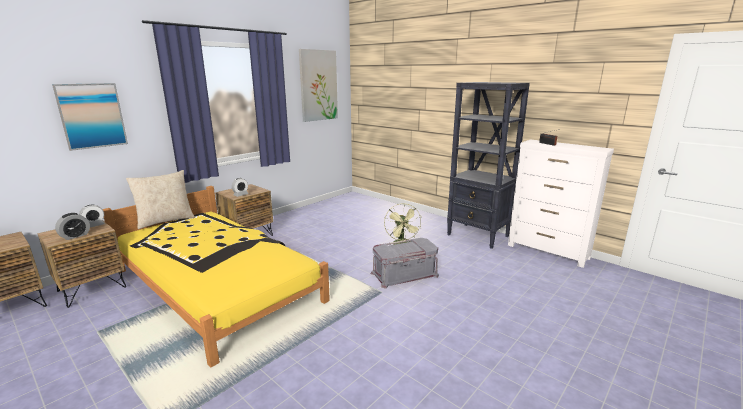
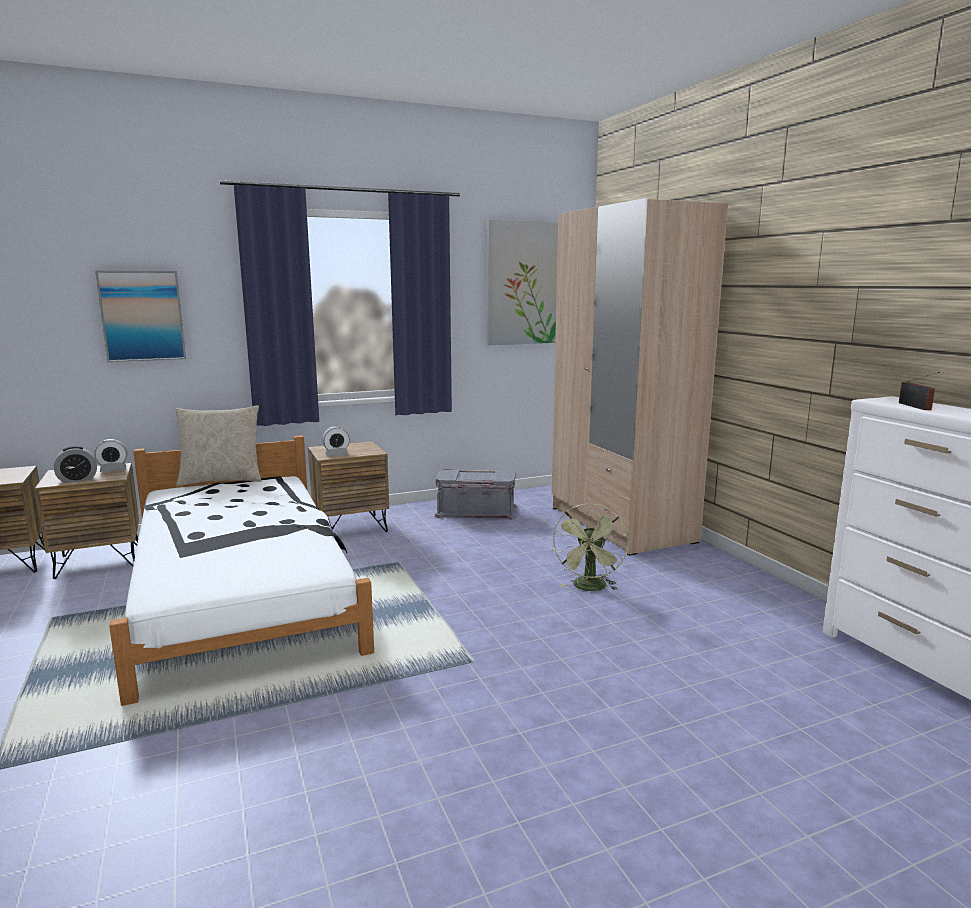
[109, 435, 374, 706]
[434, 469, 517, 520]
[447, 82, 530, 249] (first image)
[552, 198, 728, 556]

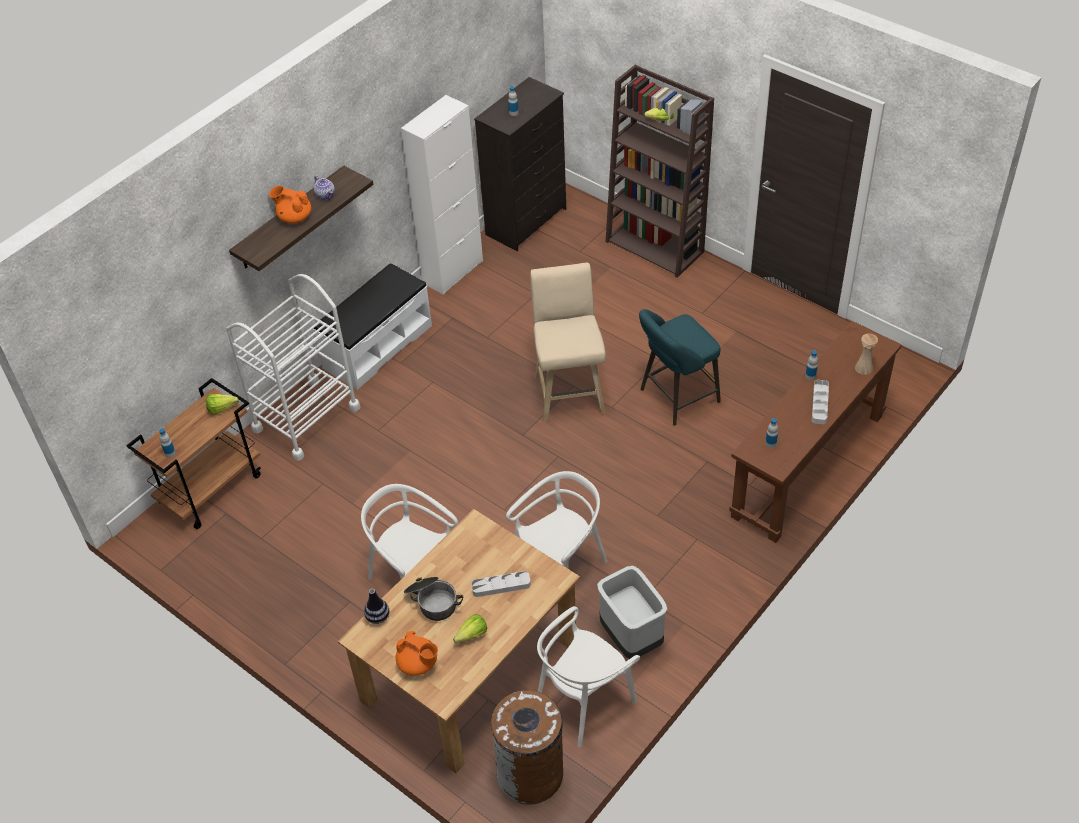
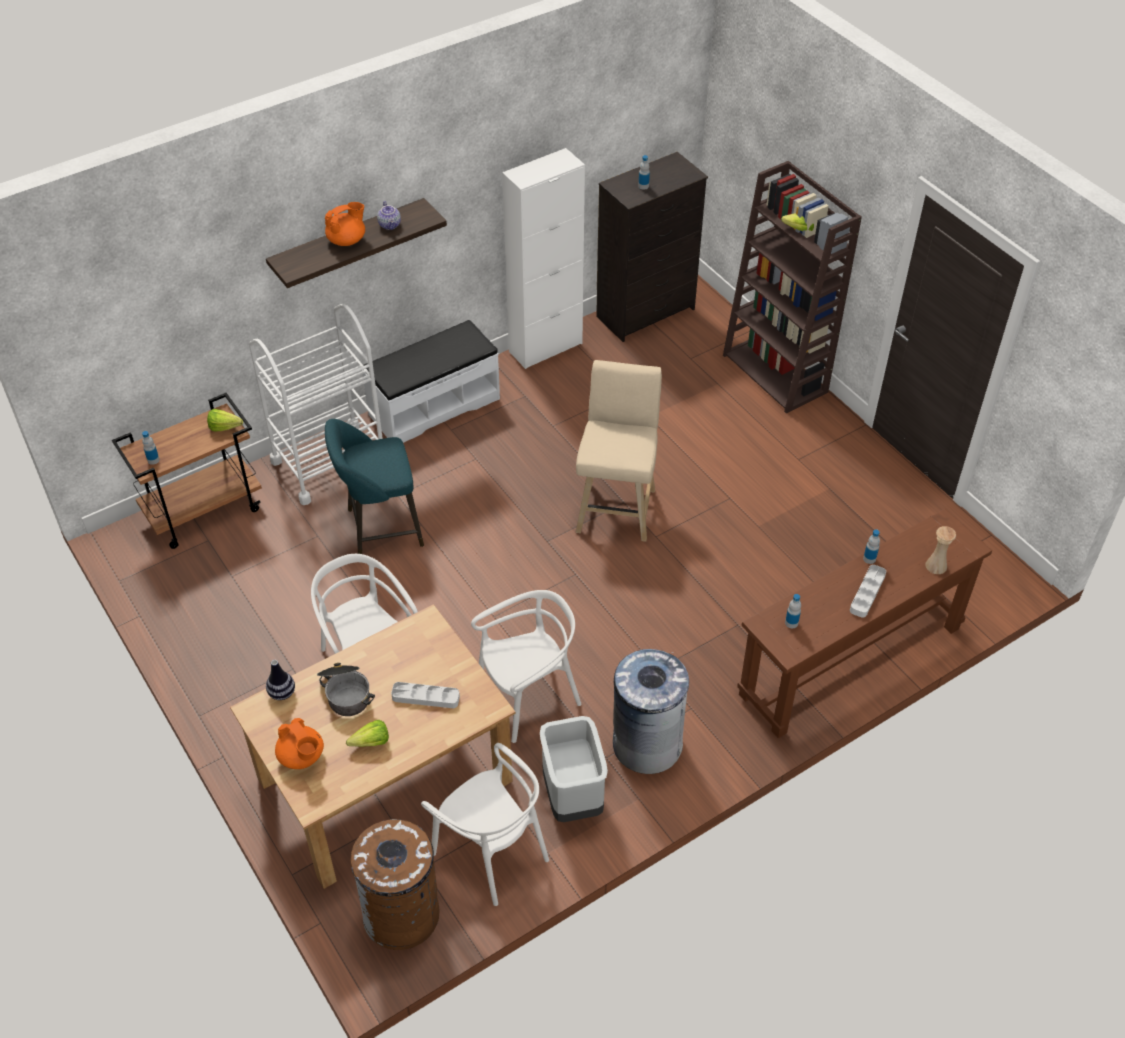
[325, 202, 365, 246]
[421, 743, 549, 906]
[325, 419, 424, 554]
[613, 649, 689, 774]

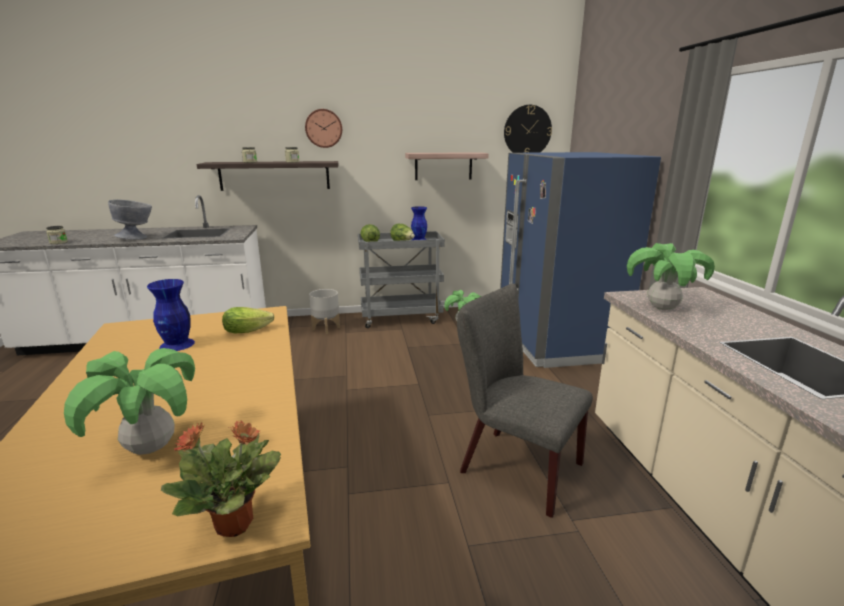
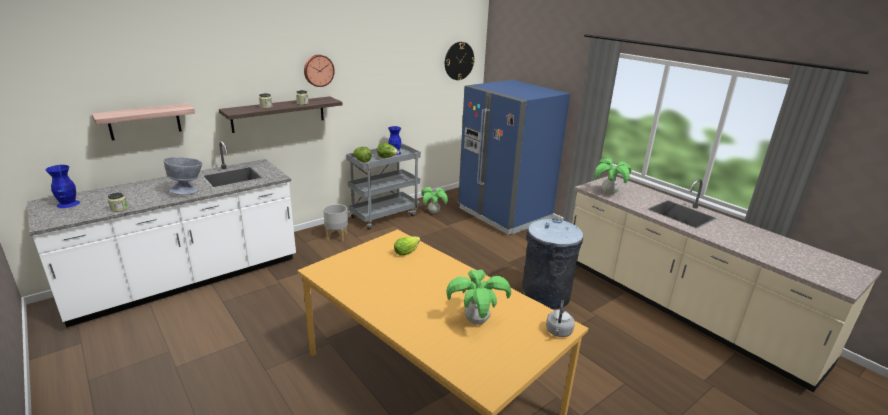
[45, 165, 80, 208]
[546, 300, 575, 337]
[92, 103, 195, 141]
[522, 218, 584, 309]

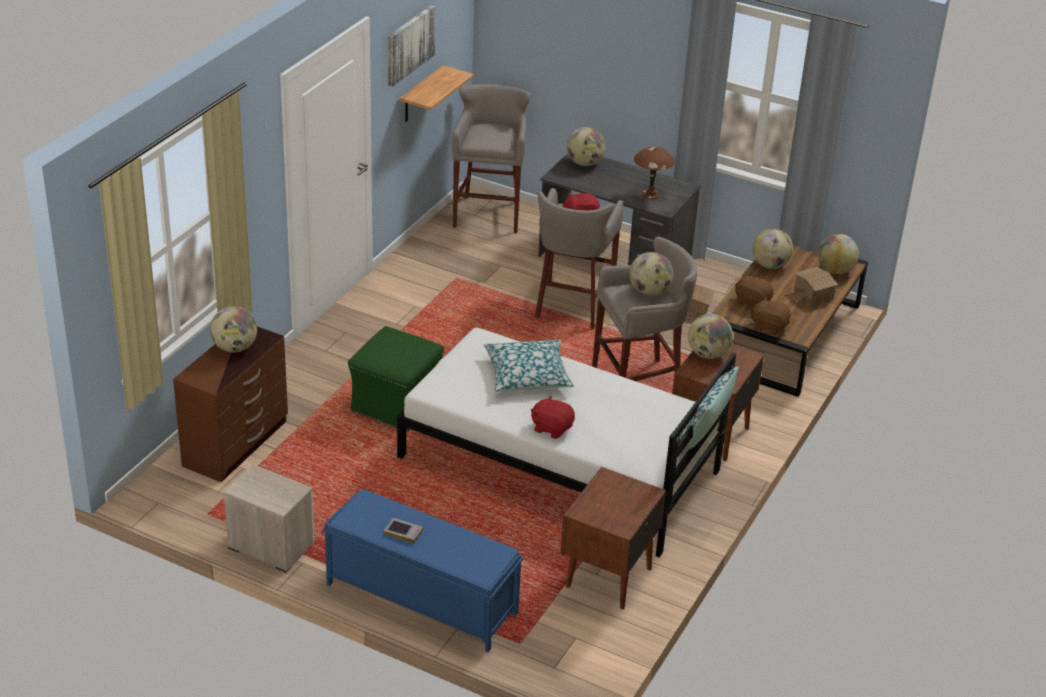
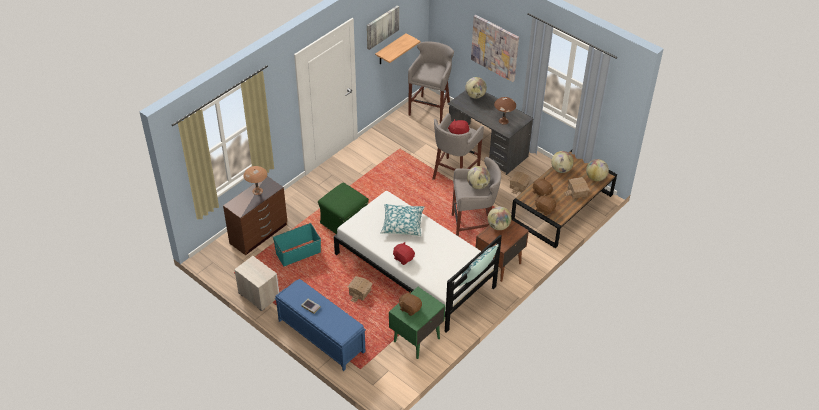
[243, 166, 267, 195]
[389, 287, 445, 359]
[273, 223, 321, 266]
[347, 276, 373, 303]
[399, 291, 422, 316]
[471, 15, 519, 82]

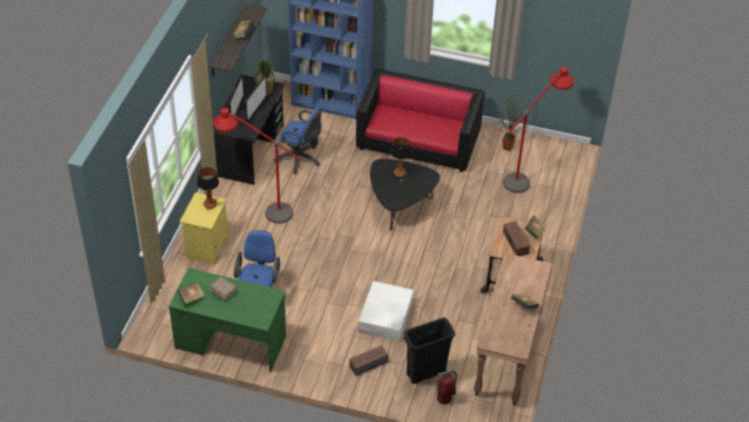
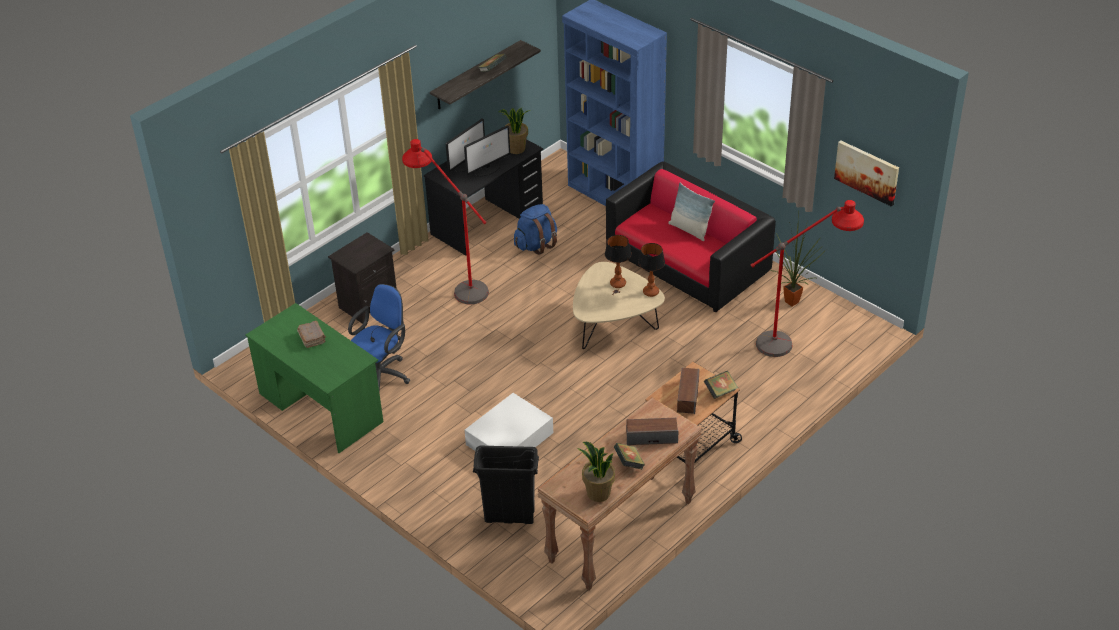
[177, 282, 205, 305] (first image)
[328, 232, 397, 324]
[638, 243, 665, 297]
[514, 204, 557, 255]
[626, 418, 678, 445]
[573, 262, 665, 349]
[437, 371, 457, 405] (first image)
[578, 442, 615, 502]
[668, 183, 715, 241]
[834, 140, 899, 207]

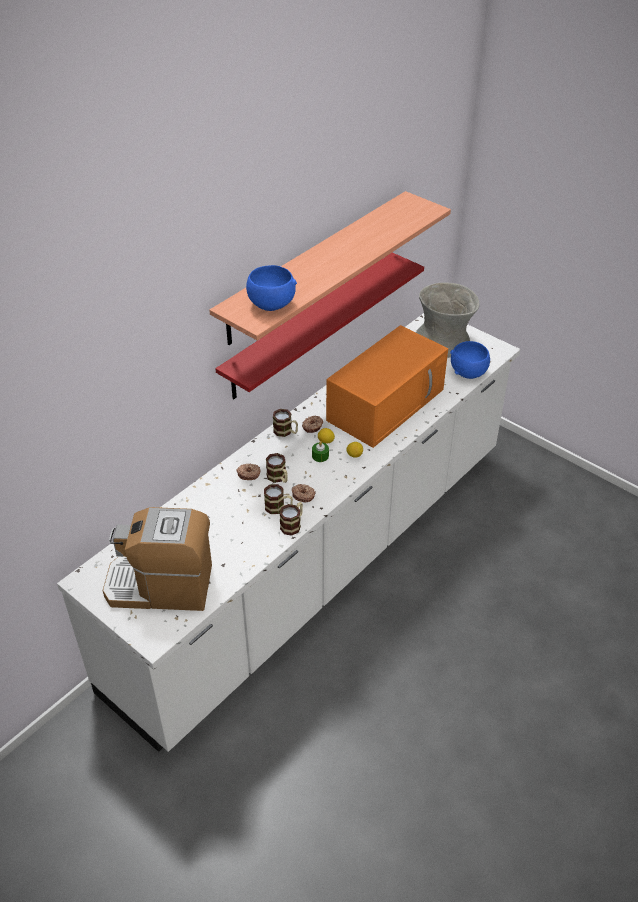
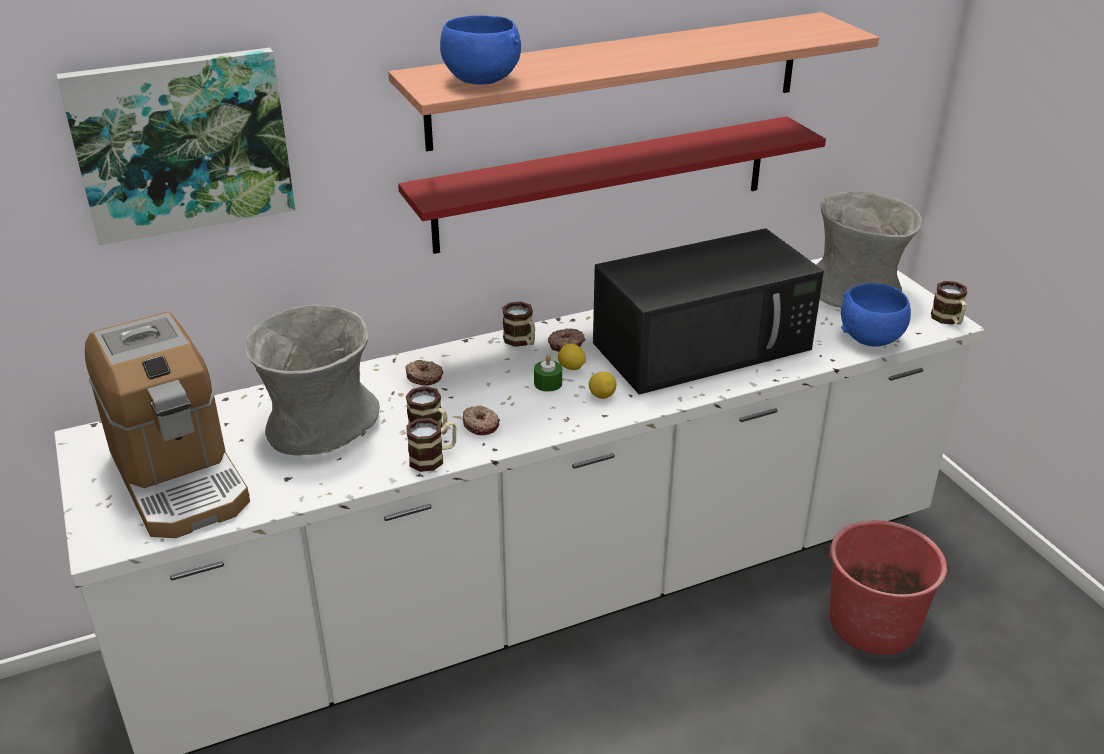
[85, 312, 250, 538]
[931, 281, 967, 325]
[593, 228, 824, 395]
[56, 48, 295, 245]
[244, 305, 380, 456]
[826, 520, 949, 655]

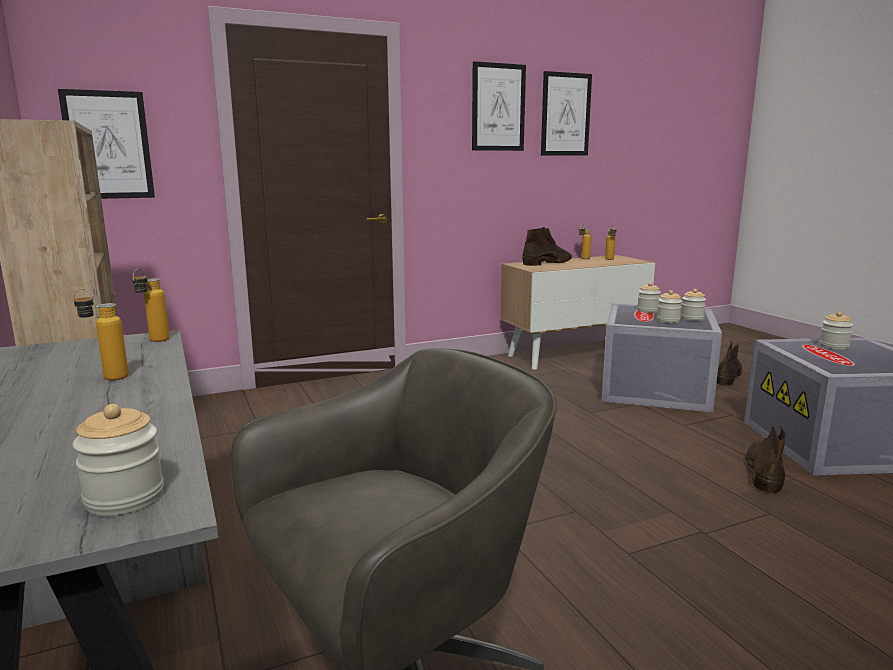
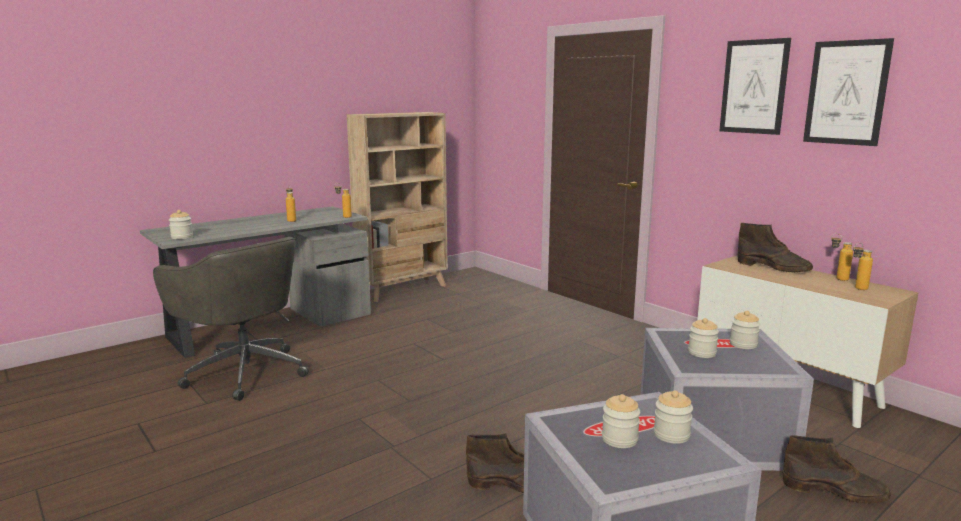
[58, 89, 155, 199] (first image)
[602, 394, 640, 448]

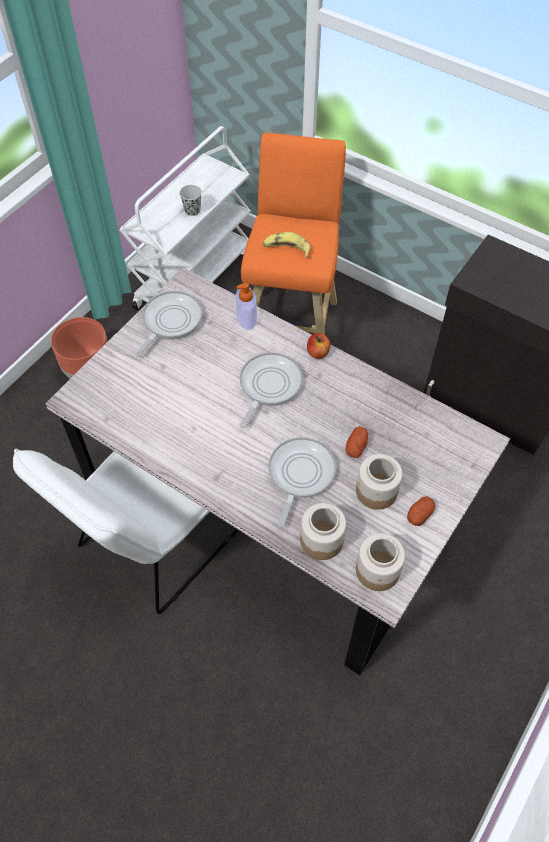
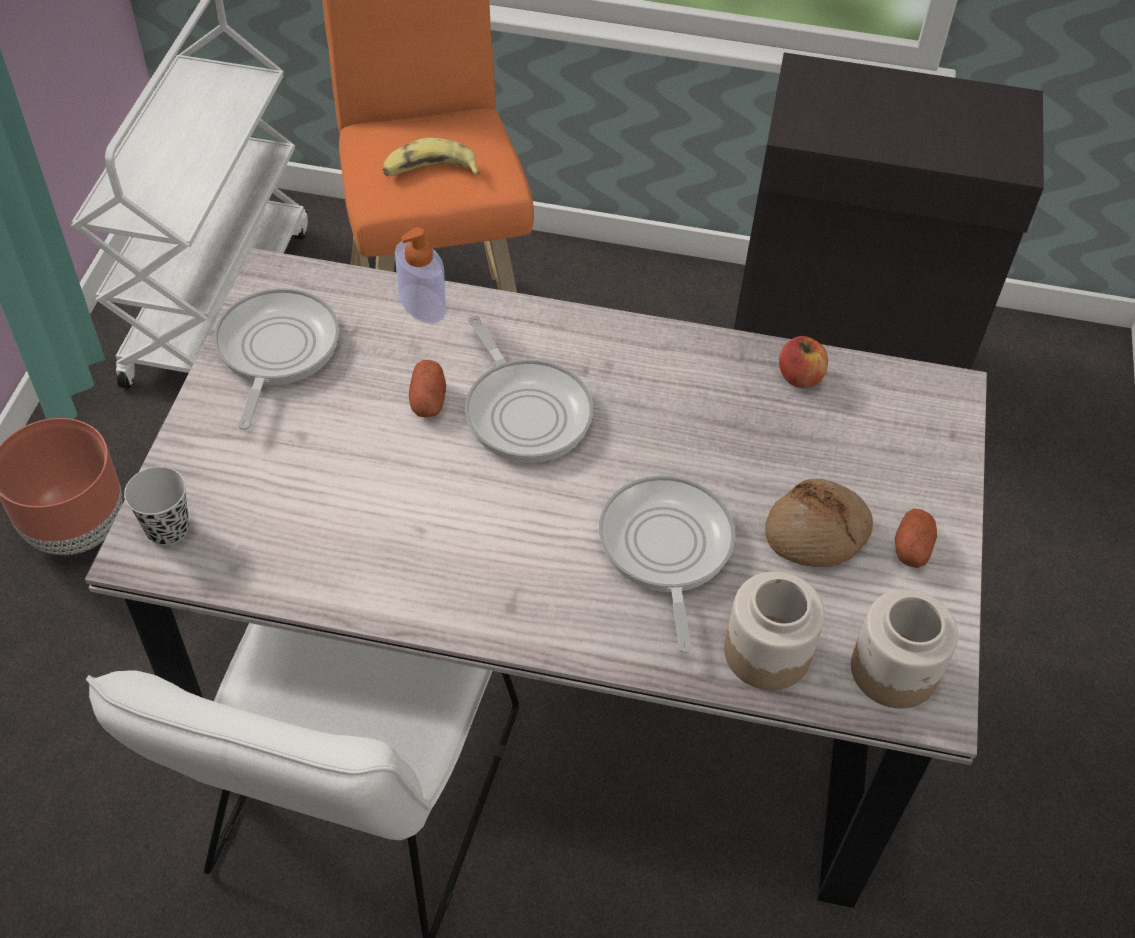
[124, 467, 189, 546]
[465, 316, 593, 463]
[779, 336, 828, 388]
[409, 360, 446, 418]
[765, 479, 873, 567]

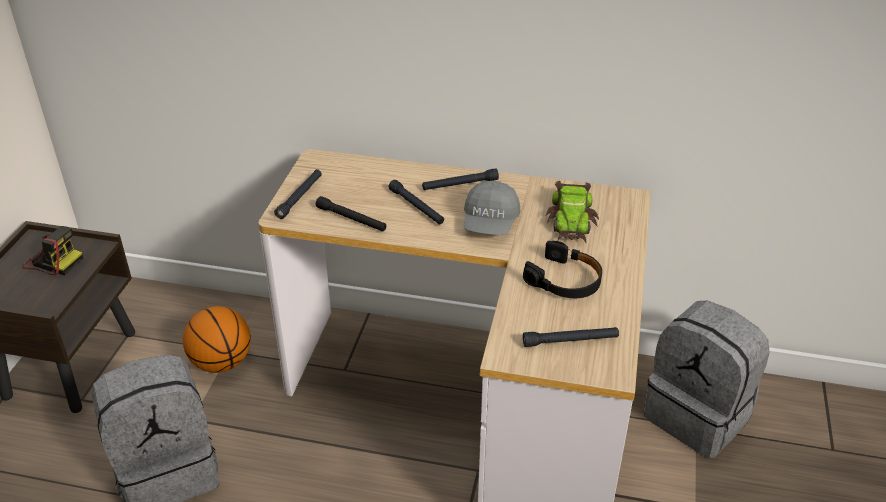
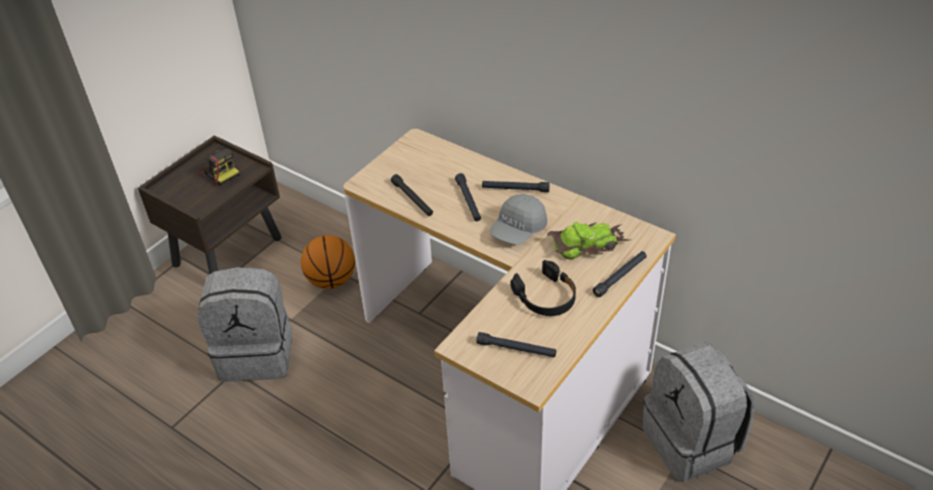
[593, 251, 647, 297]
[547, 222, 631, 259]

